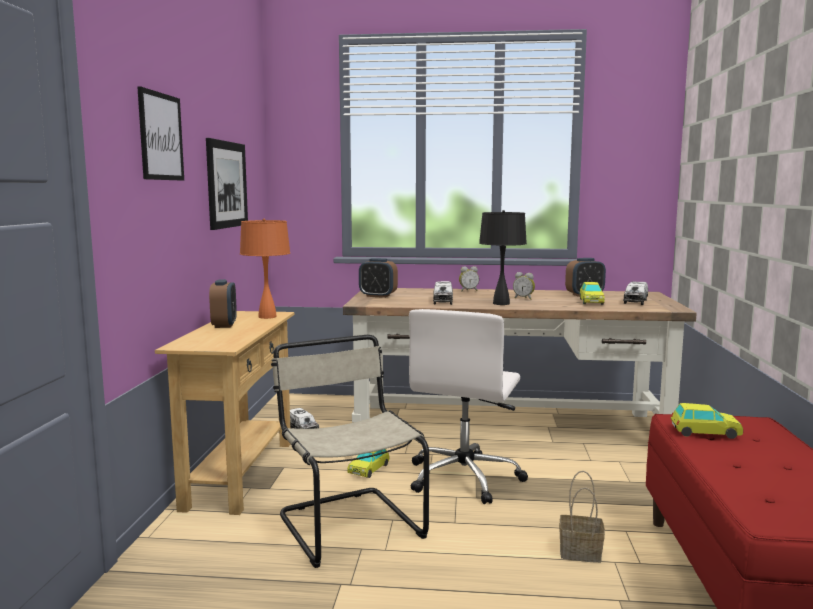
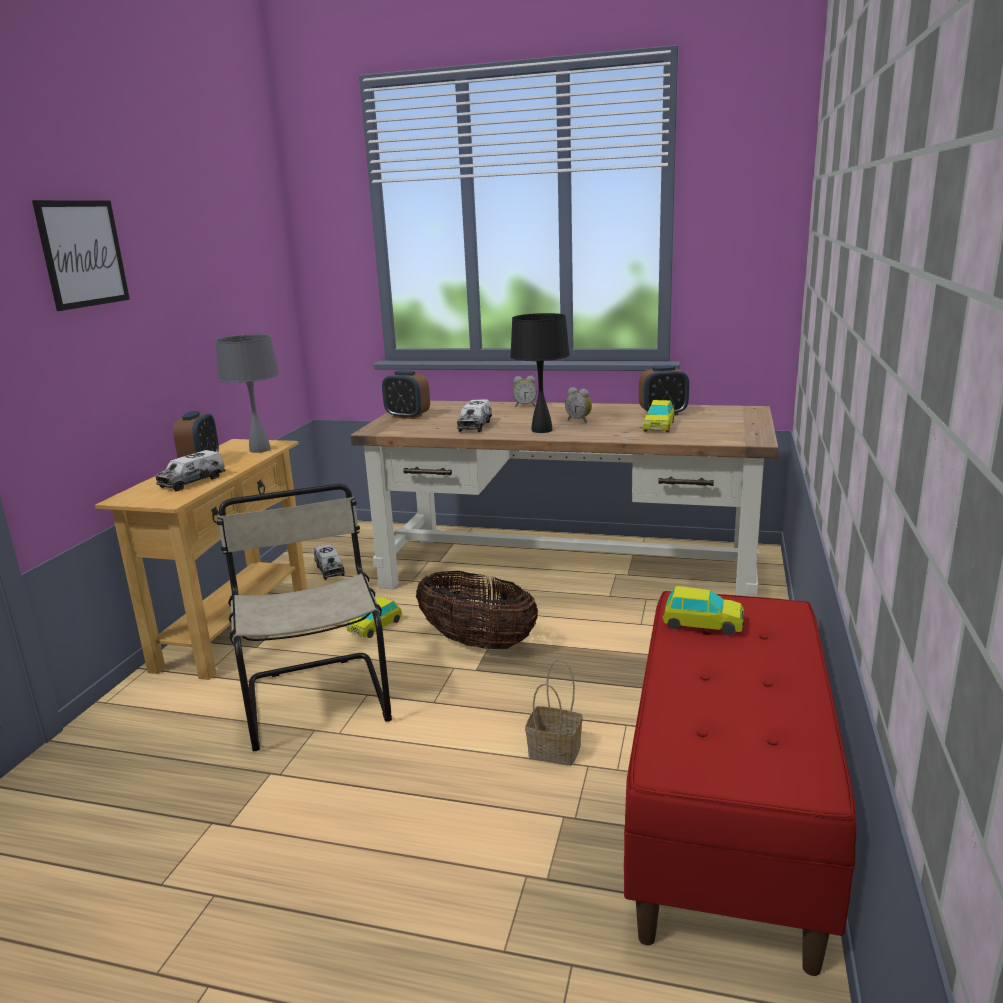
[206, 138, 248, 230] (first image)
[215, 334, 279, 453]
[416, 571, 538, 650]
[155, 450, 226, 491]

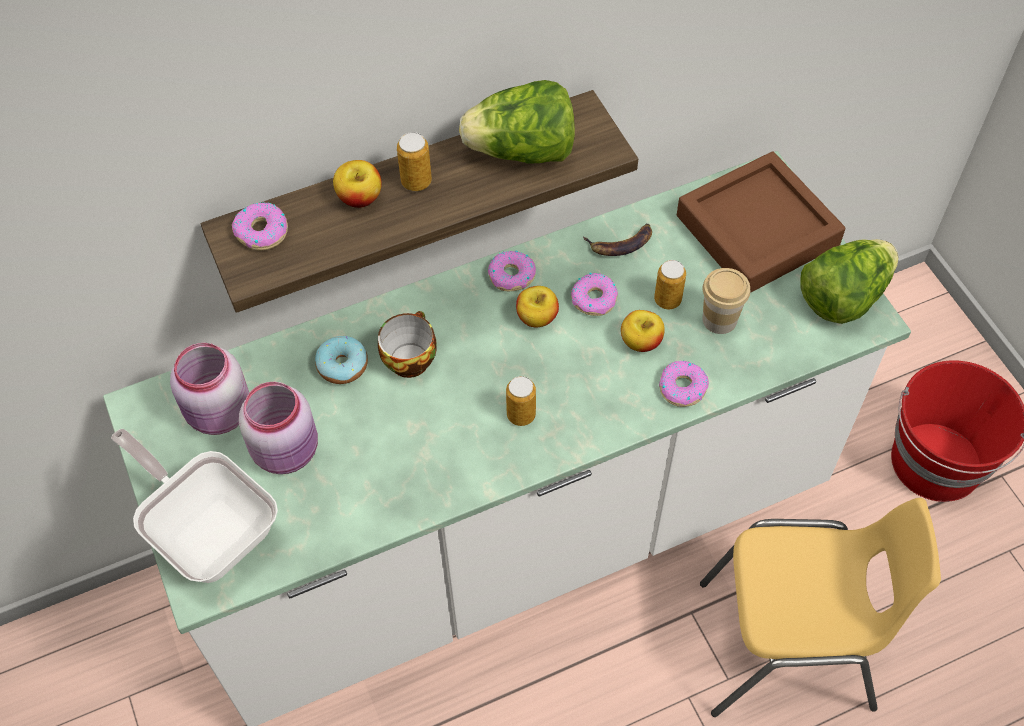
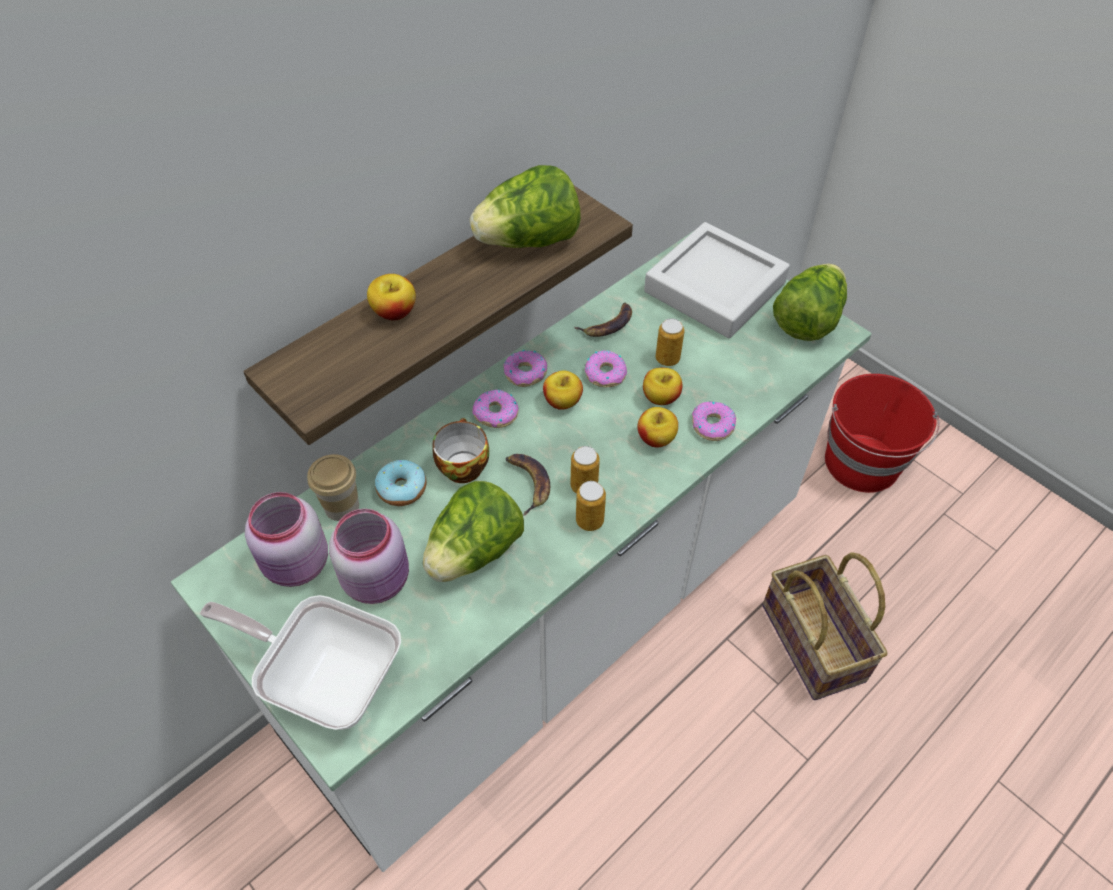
[472, 390, 519, 428]
[576, 481, 606, 531]
[644, 222, 790, 338]
[762, 552, 888, 700]
[307, 454, 359, 521]
[423, 481, 524, 582]
[505, 454, 550, 515]
[637, 407, 678, 447]

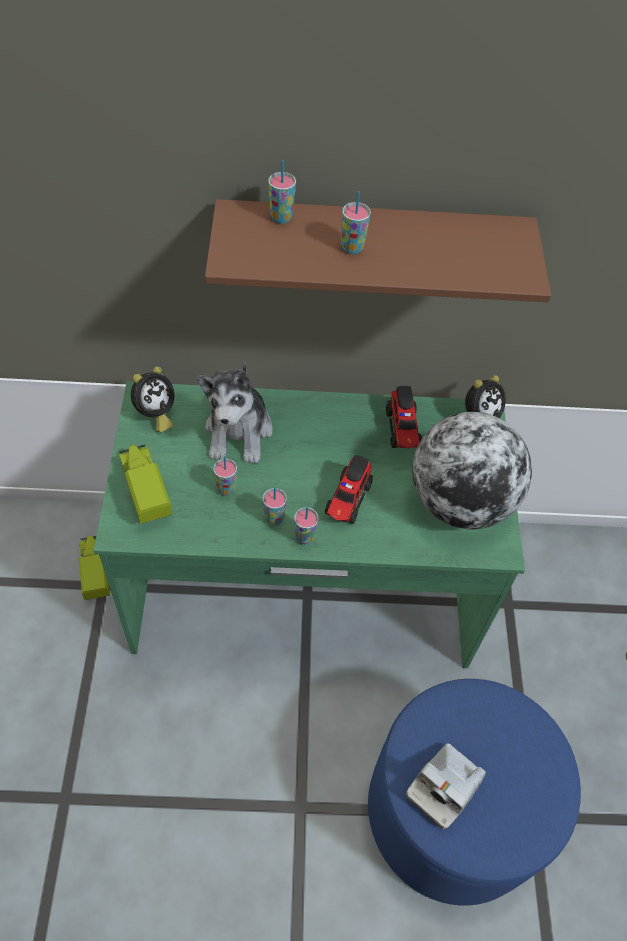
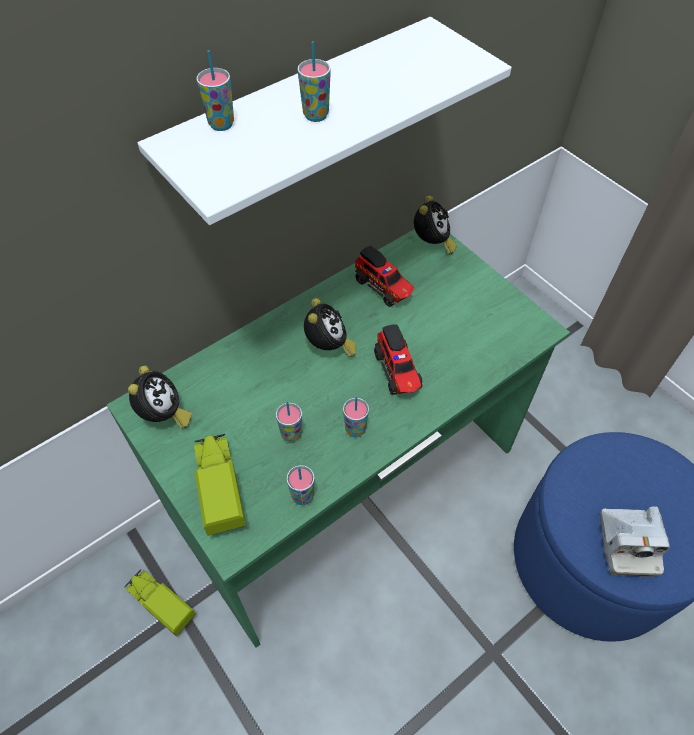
[194, 434, 246, 536]
[197, 362, 272, 464] (first image)
[138, 17, 512, 225]
[286, 465, 315, 505]
[412, 412, 532, 529] (first image)
[304, 298, 356, 357]

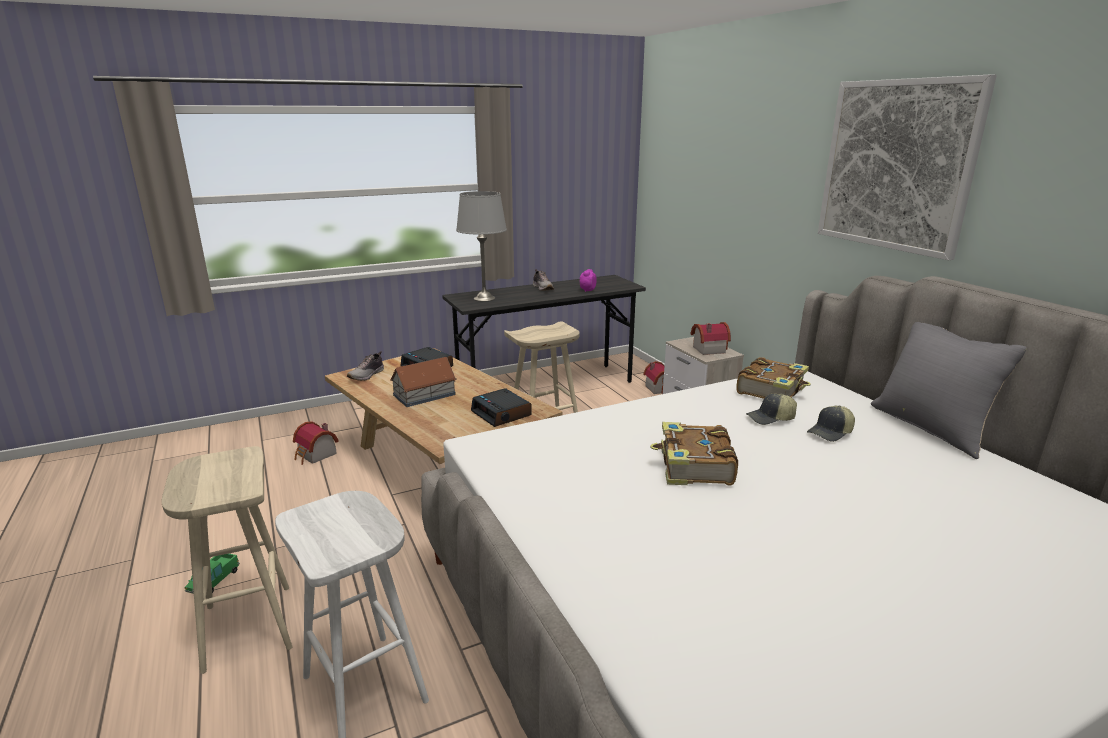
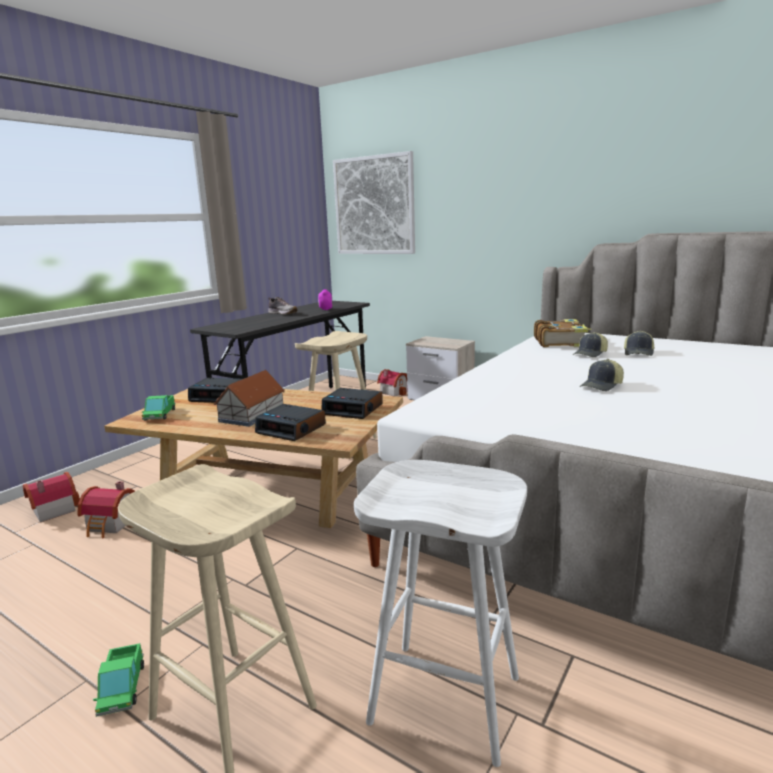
[142, 395, 175, 420]
[456, 191, 507, 302] (first image)
[579, 359, 624, 391]
[23, 472, 80, 523]
[333, 151, 415, 254]
[871, 322, 1027, 459] (first image)
[255, 404, 326, 441]

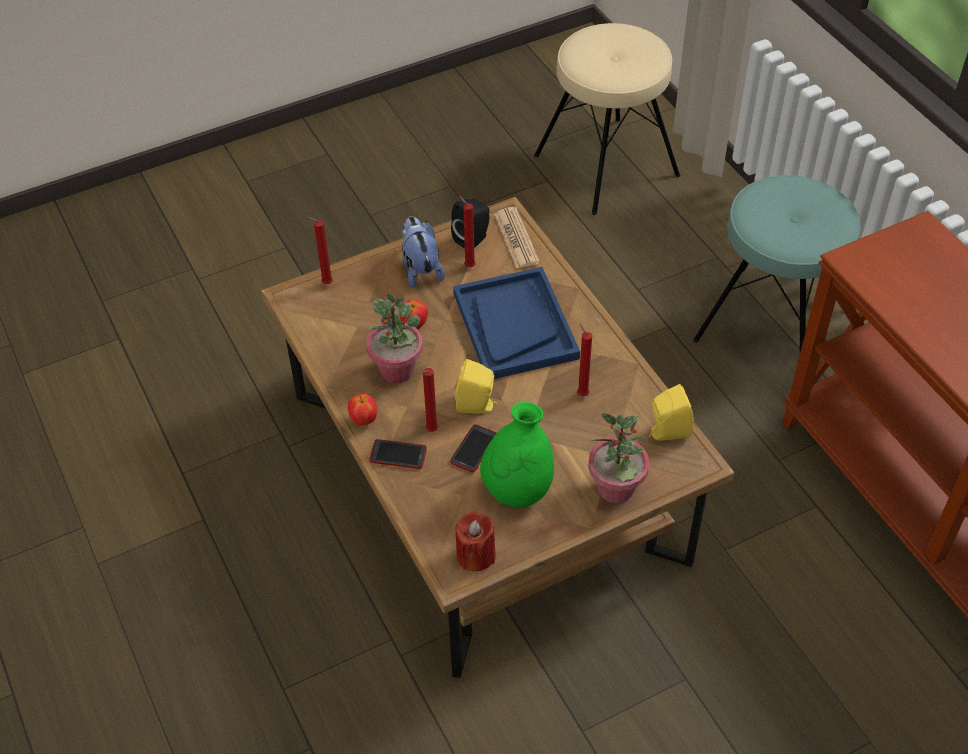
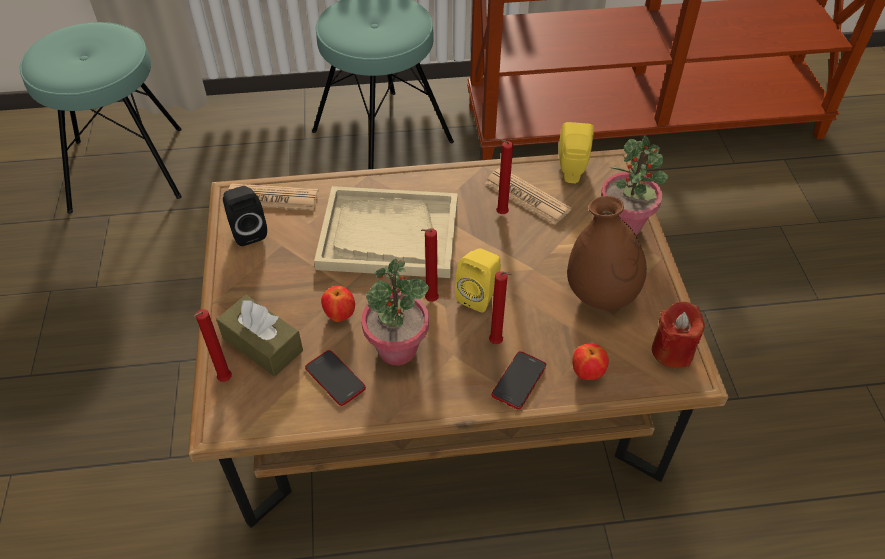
[572, 344, 609, 380]
[402, 216, 445, 288] (first image)
[305, 350, 366, 406]
[314, 186, 458, 278]
[421, 228, 439, 302]
[567, 196, 647, 310]
[20, 22, 182, 214]
[216, 295, 303, 376]
[485, 168, 572, 225]

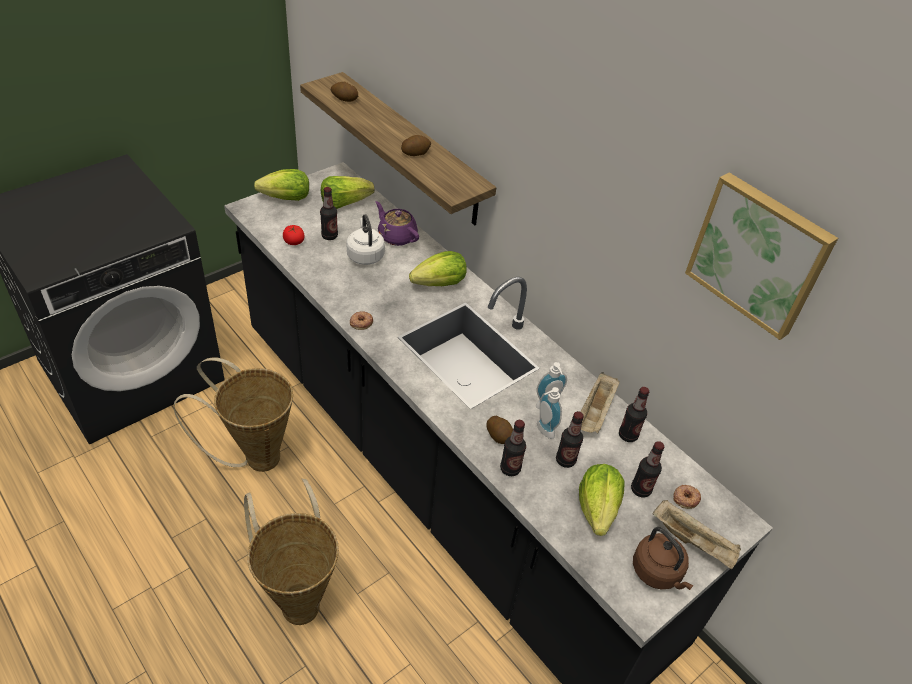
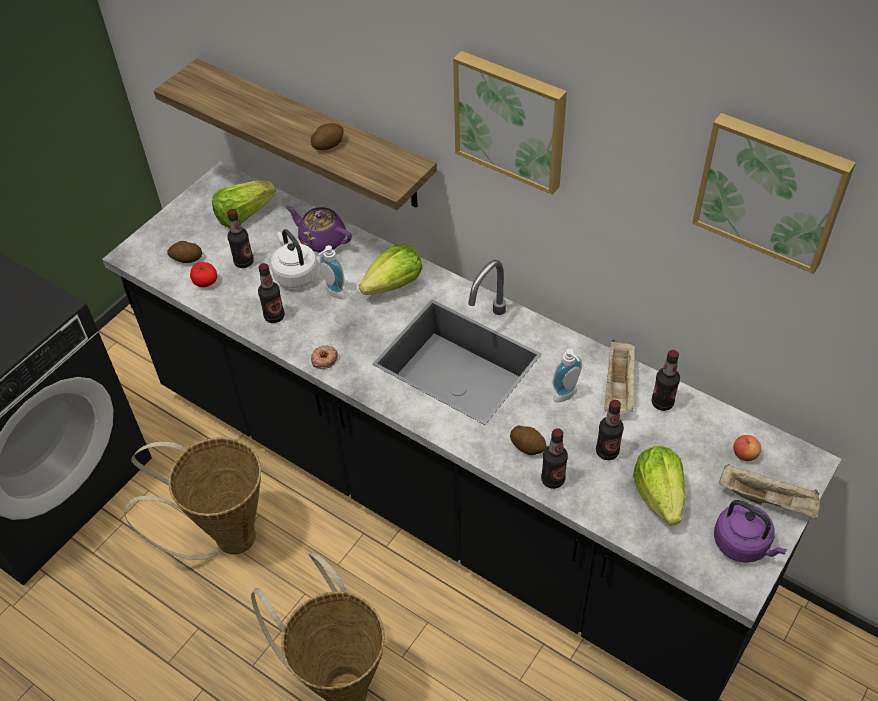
[254, 169, 309, 201] (first image)
[167, 241, 202, 263]
[318, 245, 345, 299]
[258, 263, 285, 323]
[714, 500, 787, 563]
[733, 435, 761, 461]
[453, 51, 567, 195]

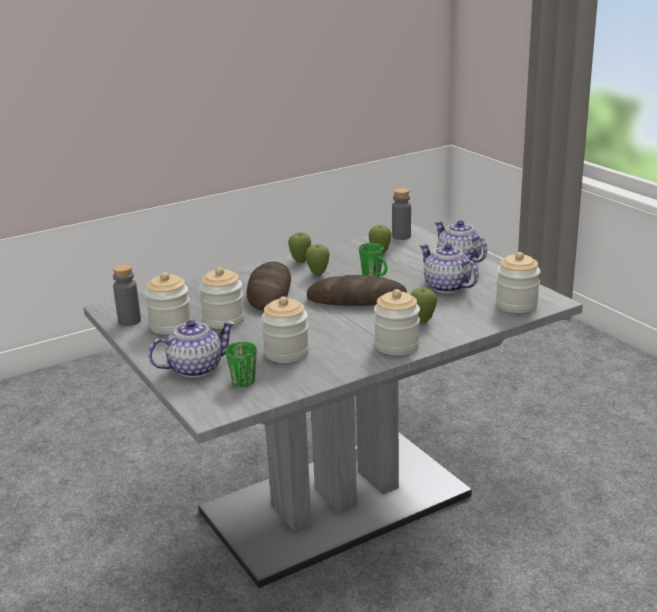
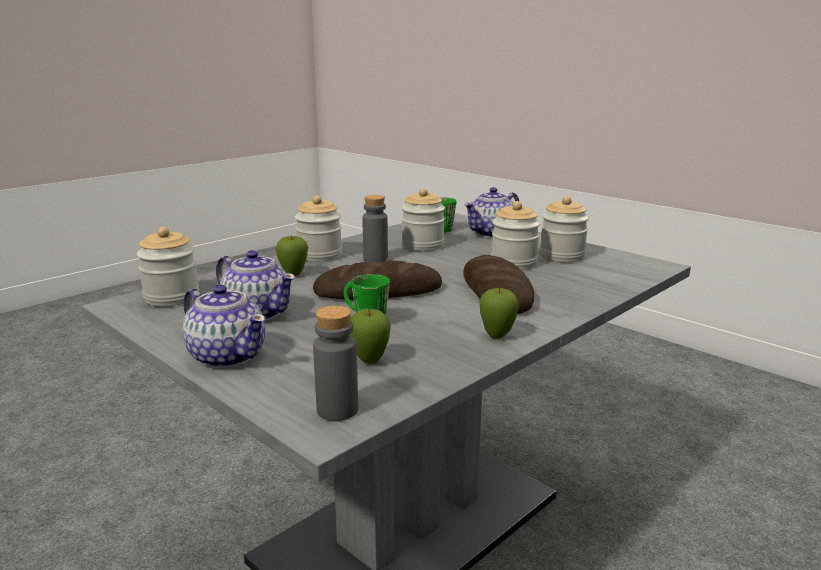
[362, 195, 388, 262]
[305, 244, 330, 276] (first image)

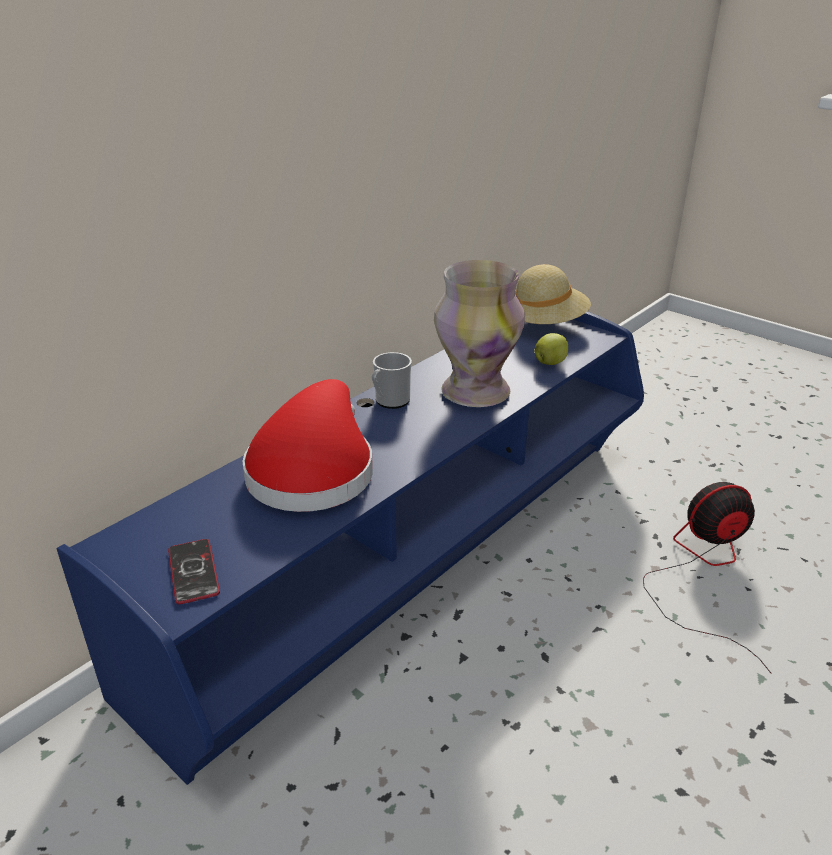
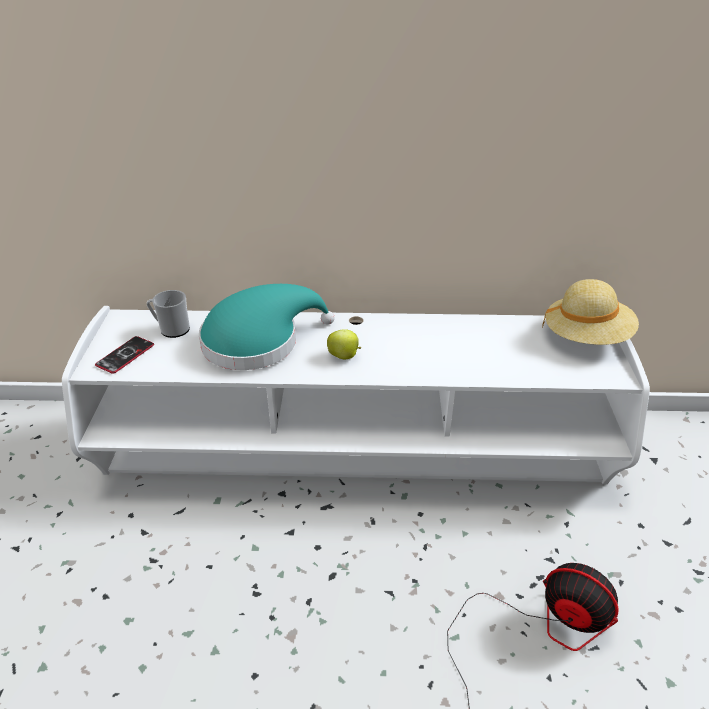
[62, 306, 650, 484]
[199, 284, 335, 370]
[147, 290, 190, 338]
[434, 260, 525, 407] (first image)
[327, 329, 361, 359]

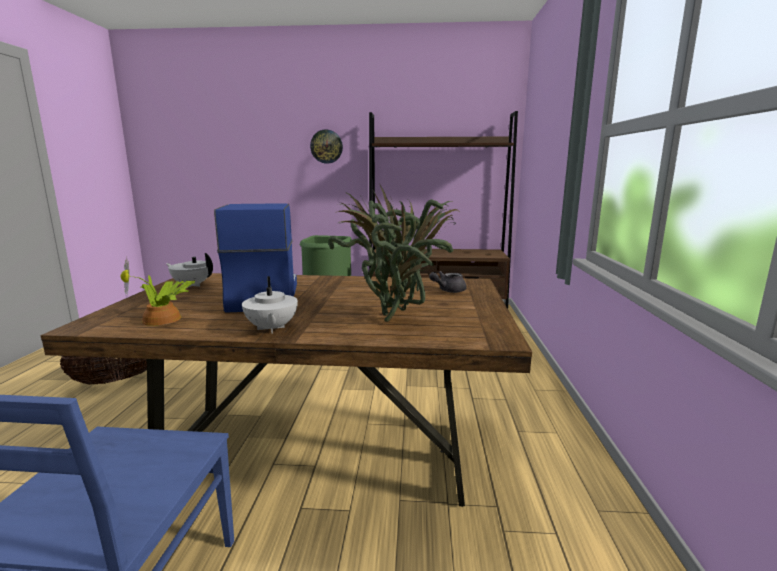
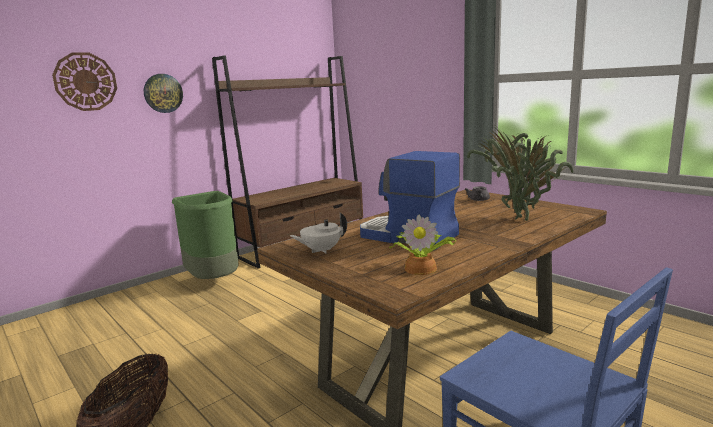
[242, 276, 298, 334] (first image)
[52, 52, 117, 111]

